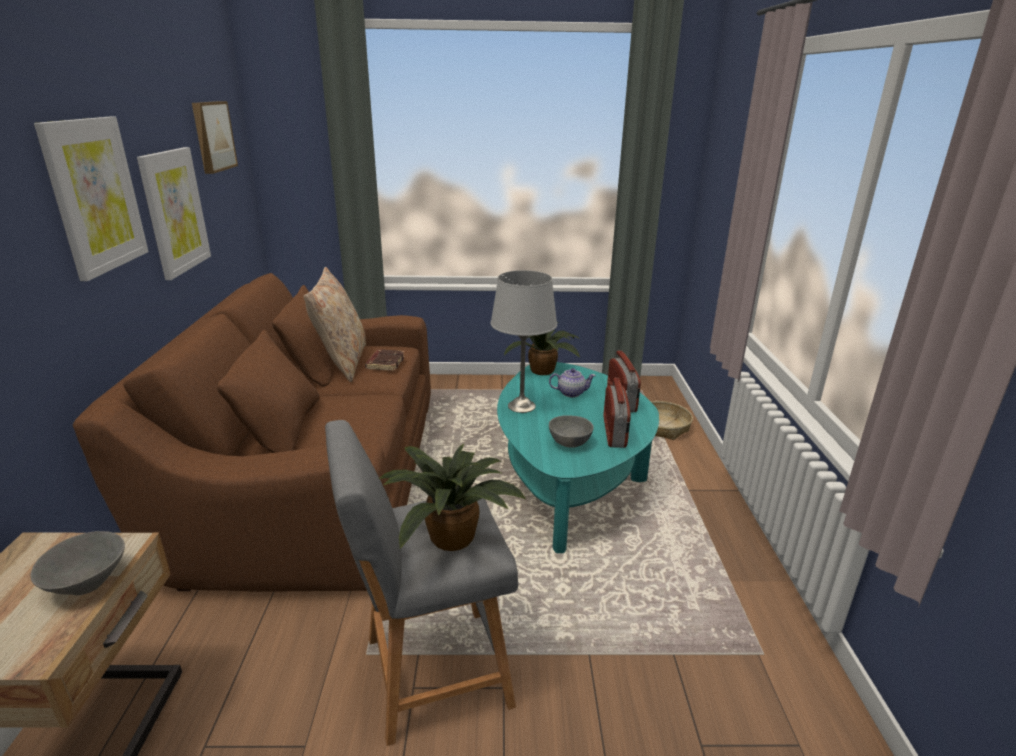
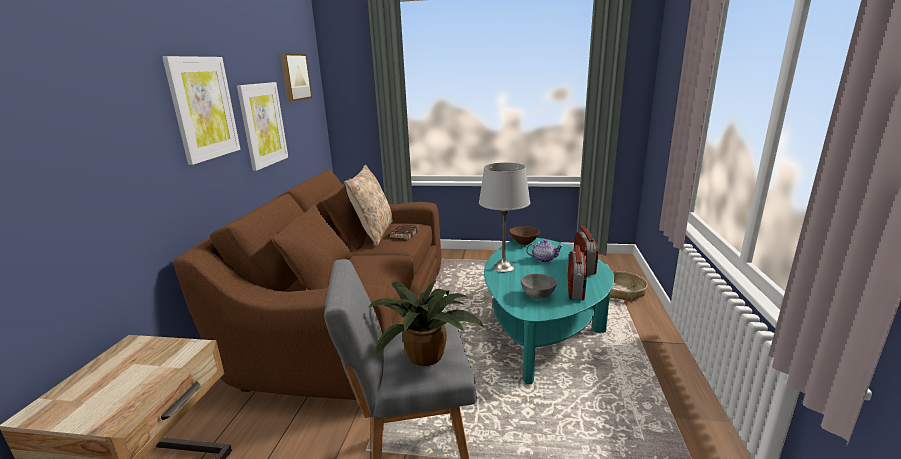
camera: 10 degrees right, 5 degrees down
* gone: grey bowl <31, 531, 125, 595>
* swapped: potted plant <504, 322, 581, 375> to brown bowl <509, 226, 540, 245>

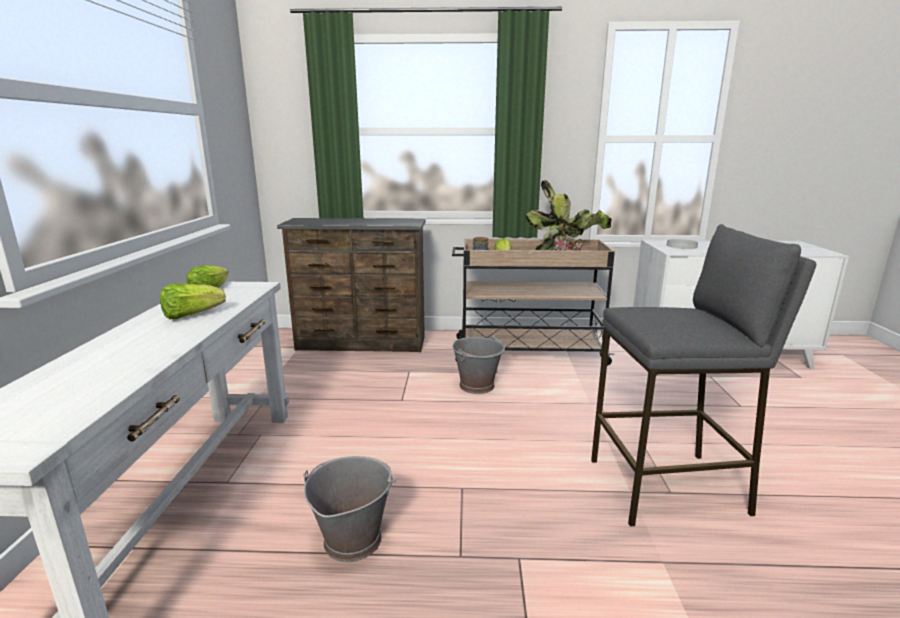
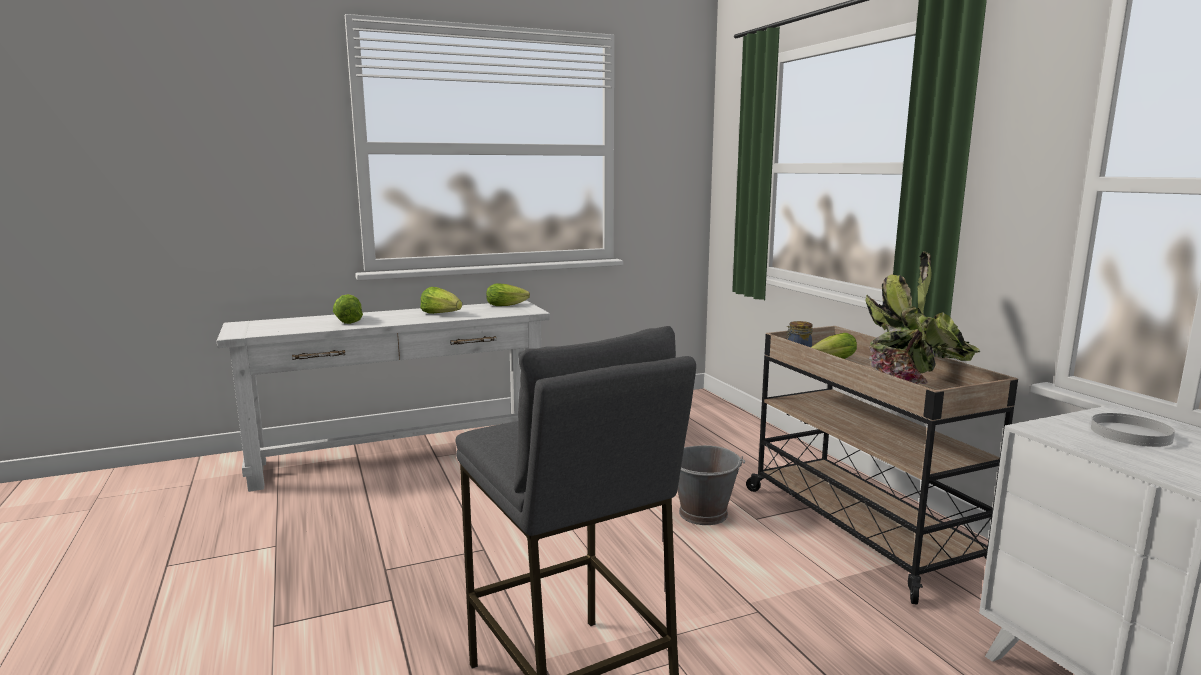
camera: 65 degrees right, 5 degrees down
* gone: brown dresser <277, 218, 425, 352>
* gone: grey bucket <303, 456, 396, 562>
* new: lettuce <333, 294, 363, 324>

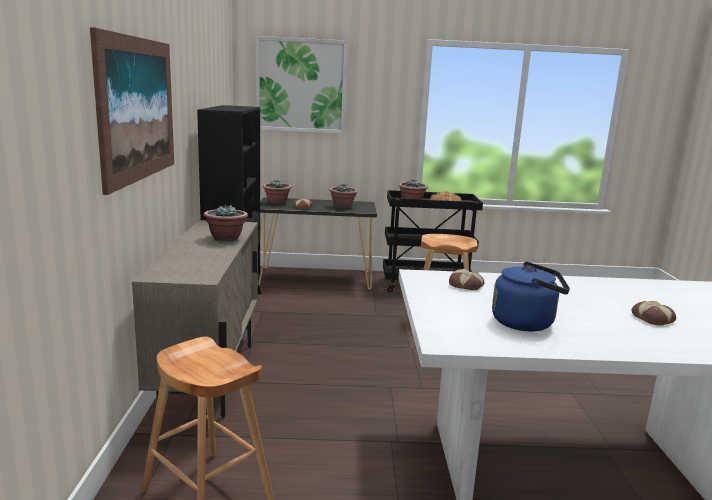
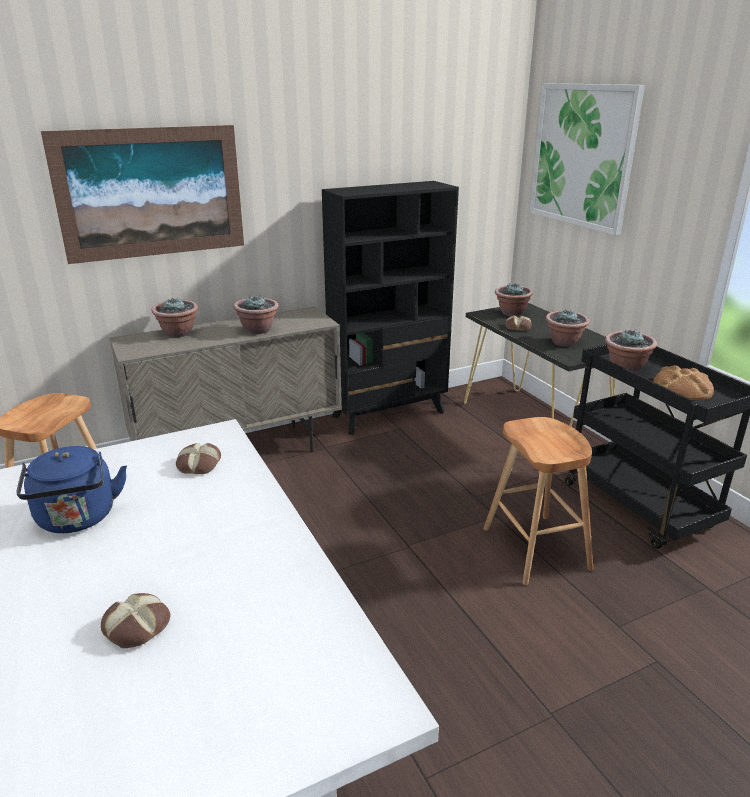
camera: 65 degrees right, 10 degrees up
* new: potted plant <151, 298, 198, 337>

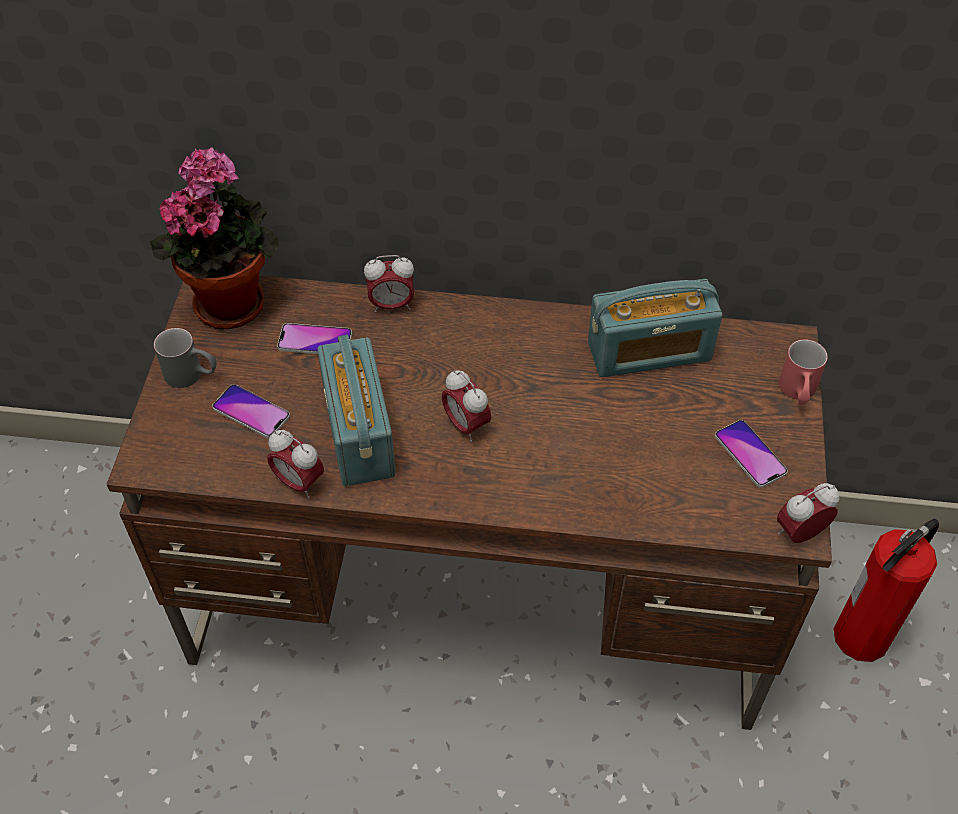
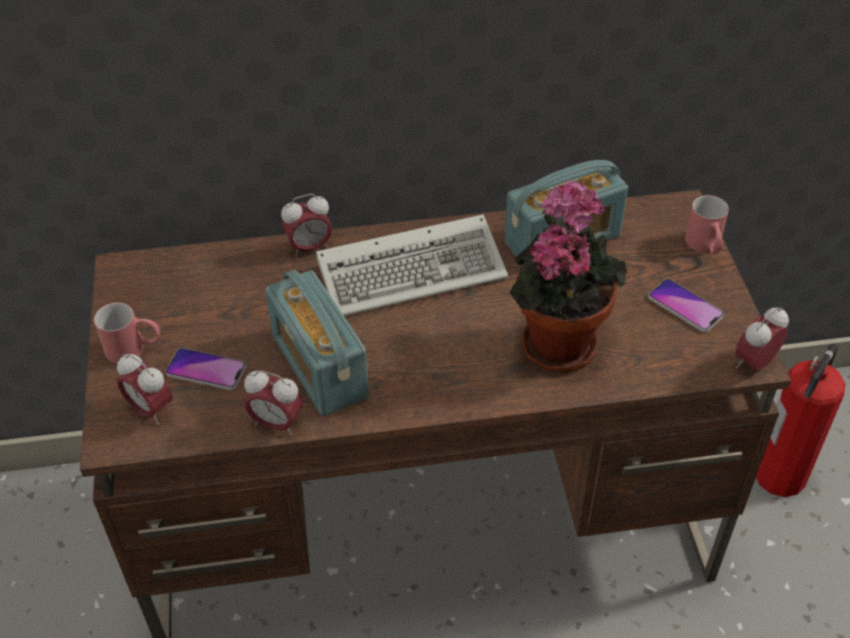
camera: 15 degrees left, 5 degrees down
* gone: phone <277, 323, 352, 354>
* new: keyboard <316, 214, 508, 316>
* shifted: potted plant <150, 147, 279, 329> to <510, 180, 627, 373>
* shifted: alarm clock <442, 370, 491, 442> to <117, 354, 173, 425>
* repainted: grey mug <154, 328, 217, 388> to red mug <94, 303, 160, 364>

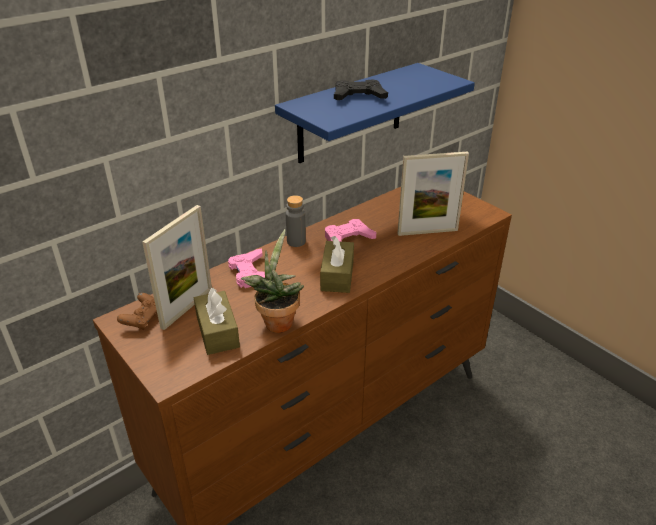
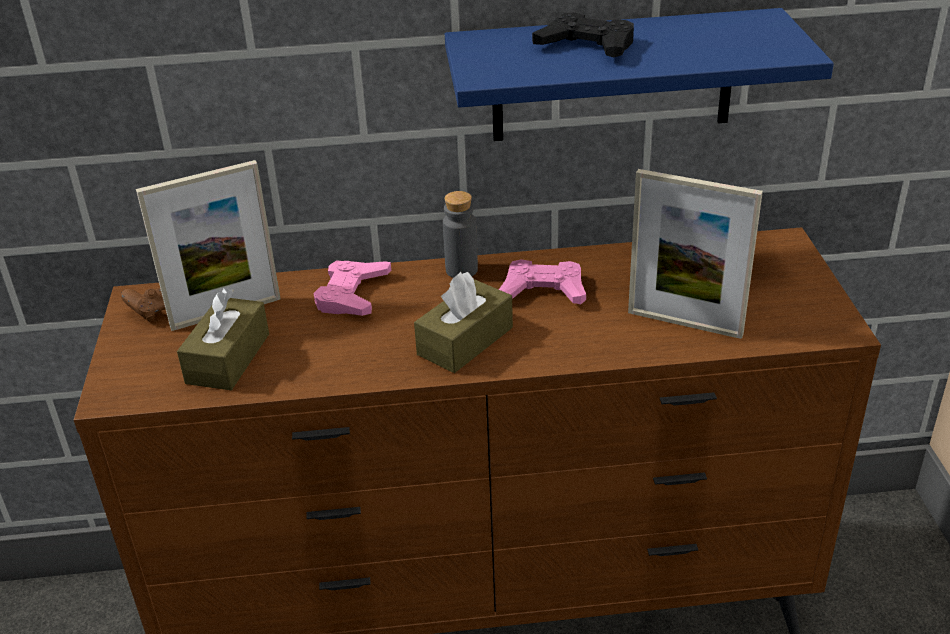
camera: 35 degrees right, 0 degrees up
* gone: potted plant <240, 229, 304, 333>

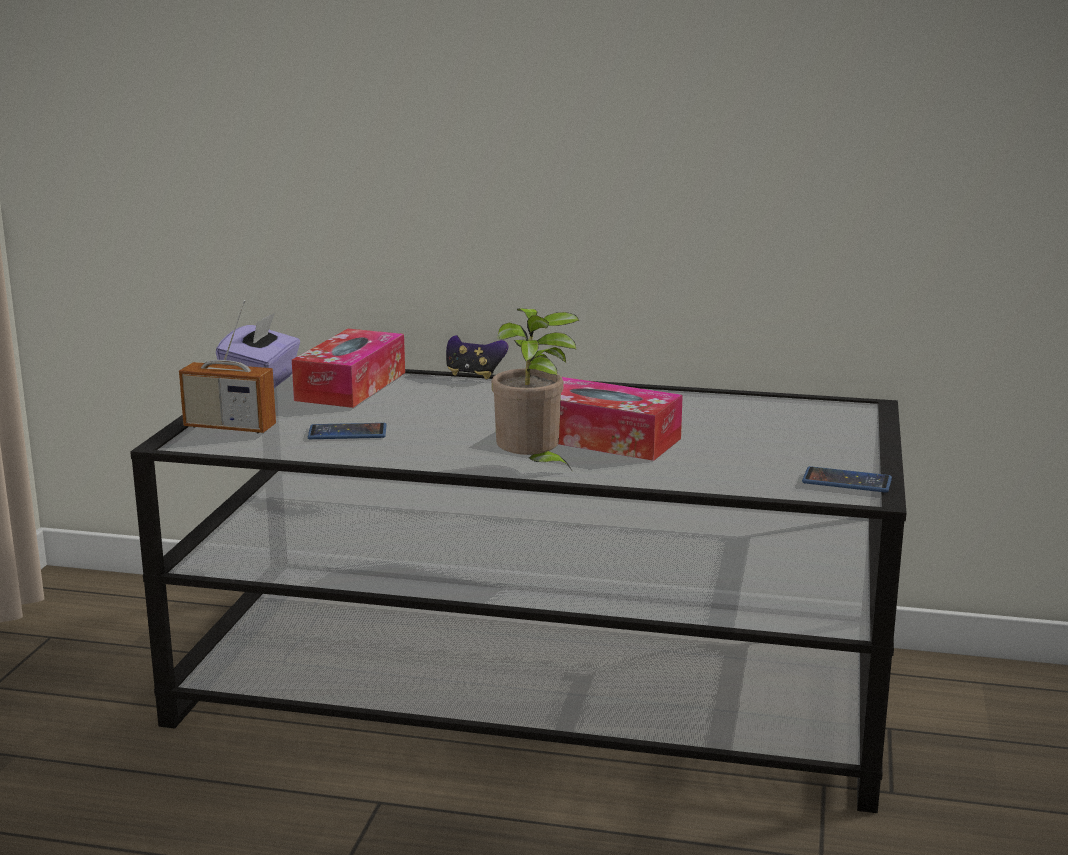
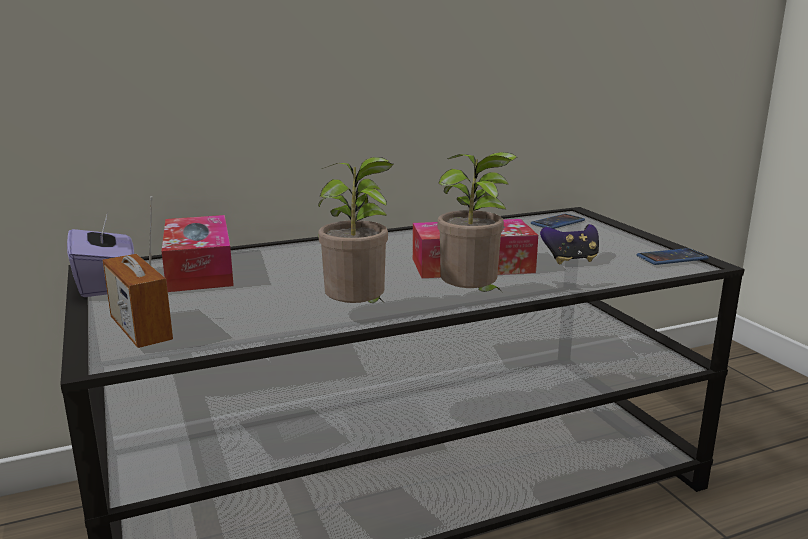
camera: 35 degrees left, 0 degrees up
* new: potted plant <318, 157, 394, 303>
* shifted: phone <308, 423, 387, 439> to <531, 214, 585, 229>
* shifted: game controller <446, 335, 508, 379> to <540, 224, 599, 264>
* rotated: radio <179, 300, 276, 433> = <103, 196, 173, 348> 75 degrees clockwise

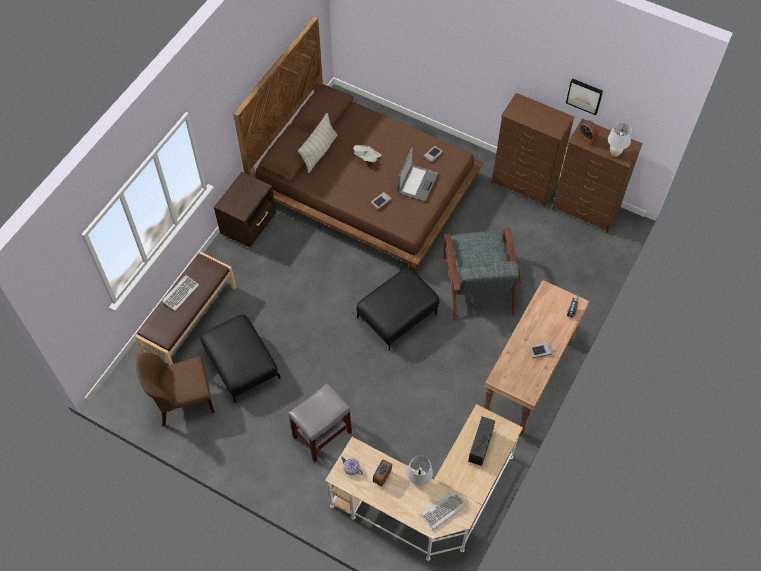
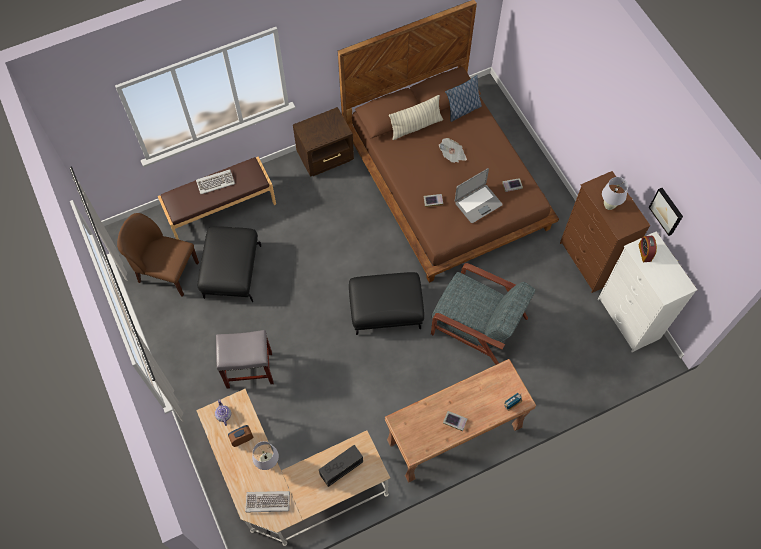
camera: 35 degrees right, 5 degrees up
* new: pillow <445, 75, 482, 122>
* shifted: white table lamp <608, 122, 632, 157> to <602, 177, 628, 210>
* repainted: brown dresser <552, 119, 643, 233> to white dresser <598, 231, 697, 352>
* rotated: grey armchair <443, 228, 522, 321> = <431, 263, 535, 365> 90 degrees counterclockwise

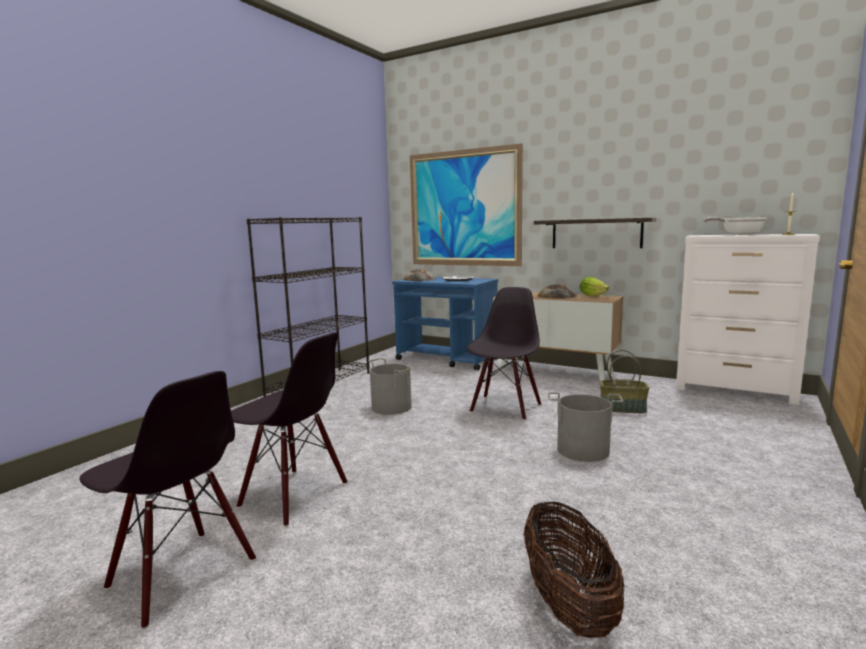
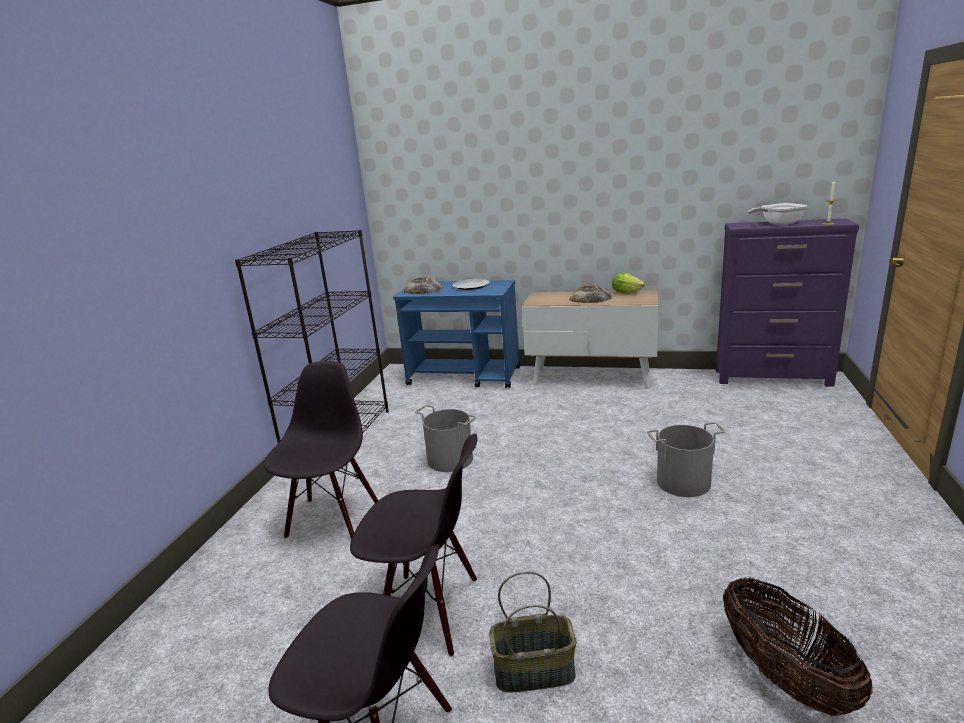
camera: 15 degrees left, 10 degrees up
* gone: picture <410, 143, 523, 266>
* gone: shelf <534, 217, 656, 248>
* shifted: black chair <467, 287, 541, 420> to <263, 361, 378, 539>
* shifted: basket <600, 350, 649, 413> to <489, 571, 576, 692>
* repainted: white dresser <676, 234, 820, 405> to purple dresser <716, 218, 859, 387>

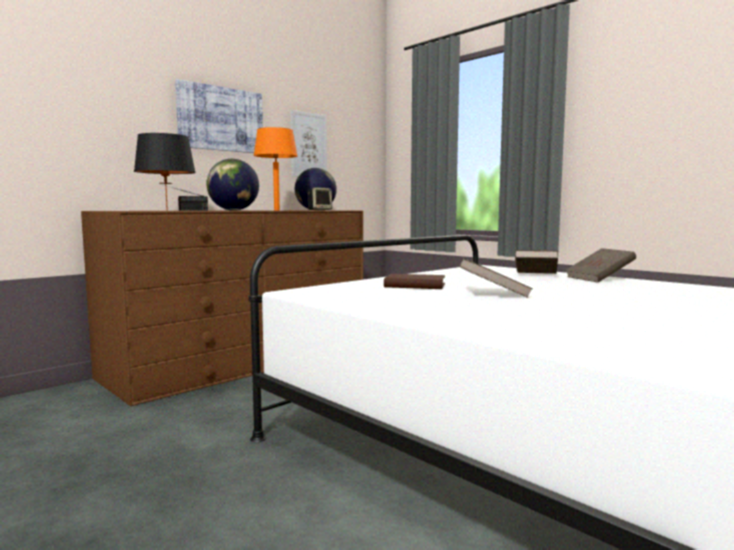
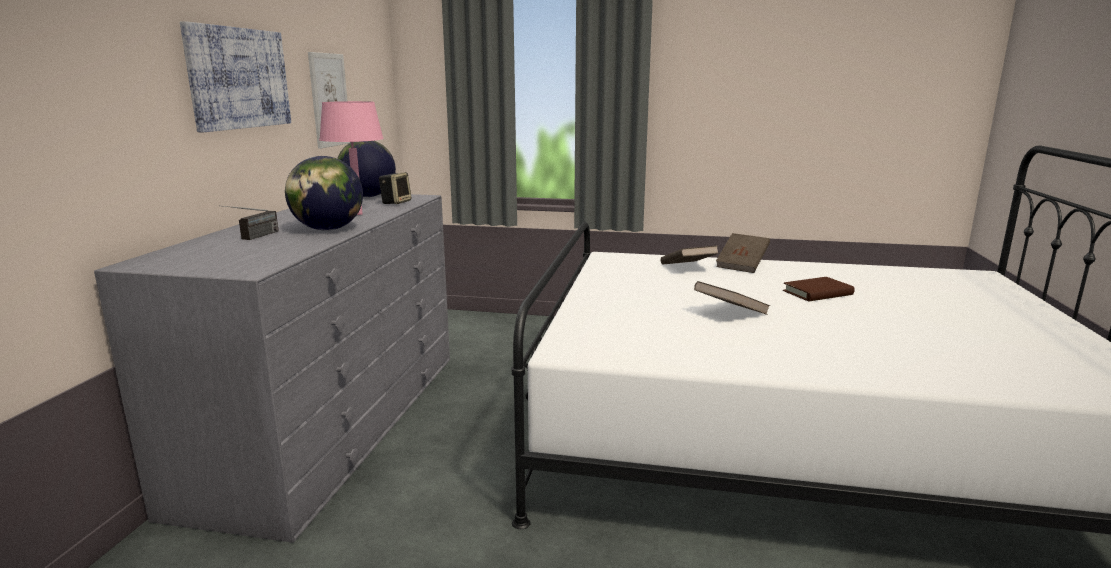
camera: 35 degrees left, 10 degrees up
* gone: black table lamp <134, 133, 196, 211>
* shifted: brown book <384, 274, 445, 289> to <783, 277, 855, 301>
* repainted: brown dresser <81, 210, 363, 406> to grey dresser <94, 194, 450, 543>
* repainted: orange table lamp <253, 127, 298, 210> to pink table lamp <319, 101, 384, 215>

